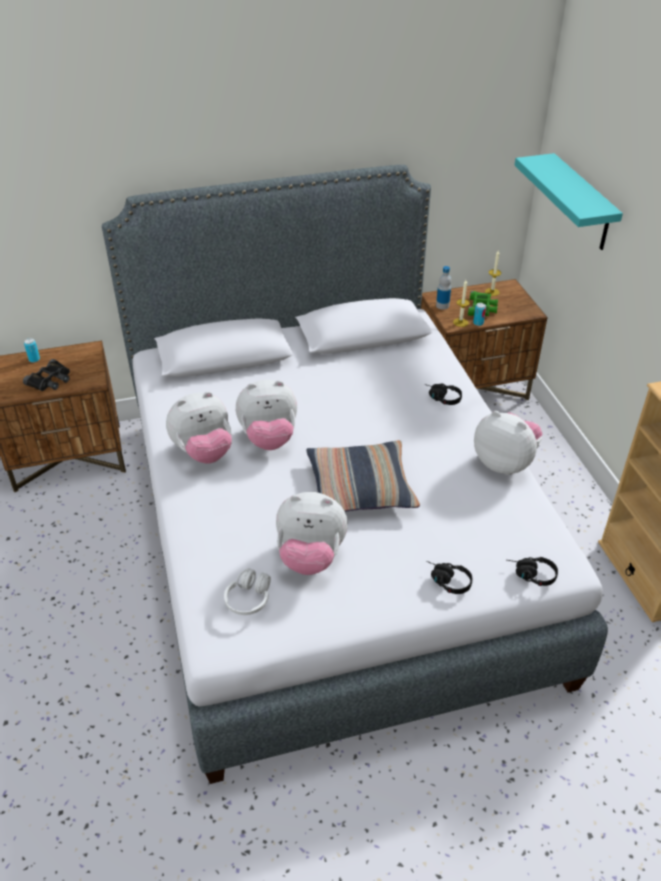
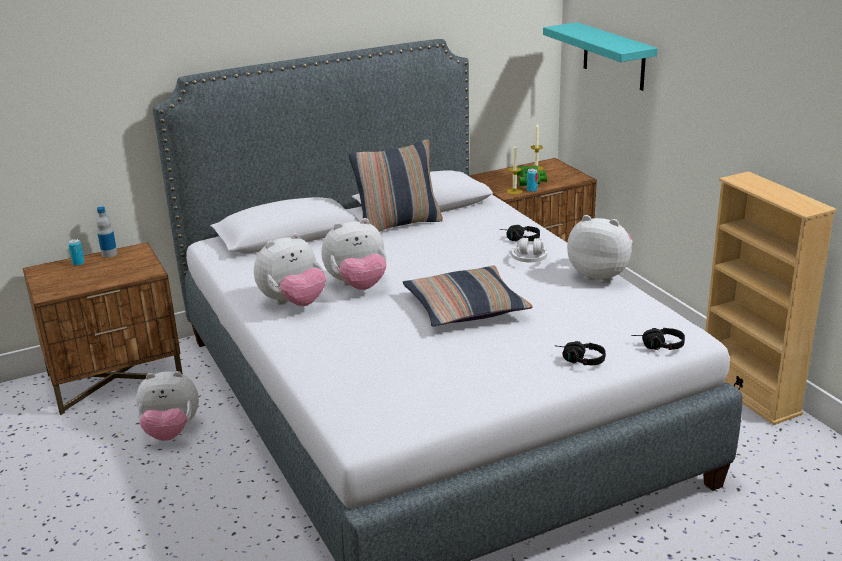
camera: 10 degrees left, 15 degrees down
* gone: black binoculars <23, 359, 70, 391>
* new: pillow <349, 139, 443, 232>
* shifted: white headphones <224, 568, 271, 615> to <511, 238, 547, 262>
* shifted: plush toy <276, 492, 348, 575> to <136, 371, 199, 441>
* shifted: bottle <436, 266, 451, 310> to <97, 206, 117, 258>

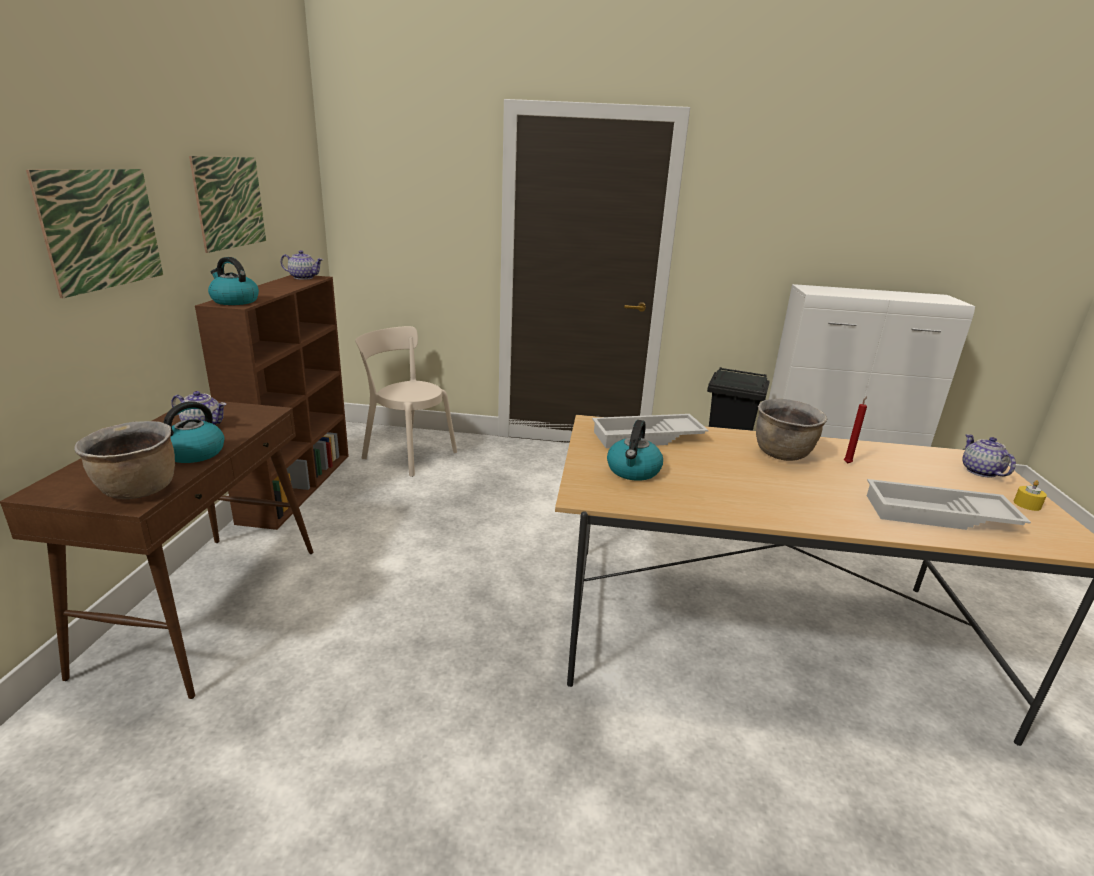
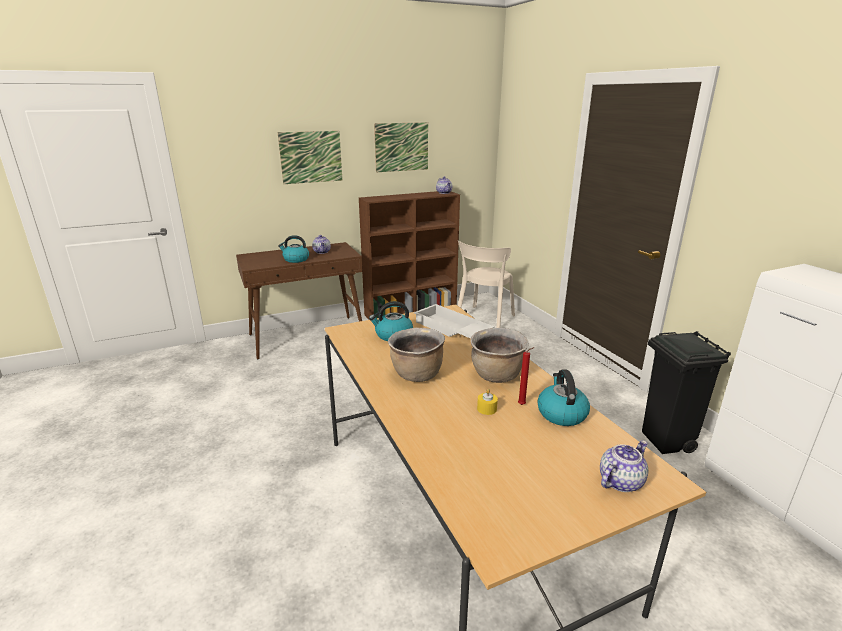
camera: 60 degrees right, 0 degrees up
* gone: white tray <867, 479, 1031, 530>
* shifted: brown cooking pot <74, 421, 175, 499> to <388, 328, 445, 382>
* shifted: kettle <208, 257, 259, 305> to <537, 370, 590, 426>
* shifted: yellow candle <1014, 480, 1047, 511> to <477, 389, 498, 415>
* rotated: beige chair <355, 326, 457, 477> = <458, 240, 515, 328> 150 degrees counterclockwise

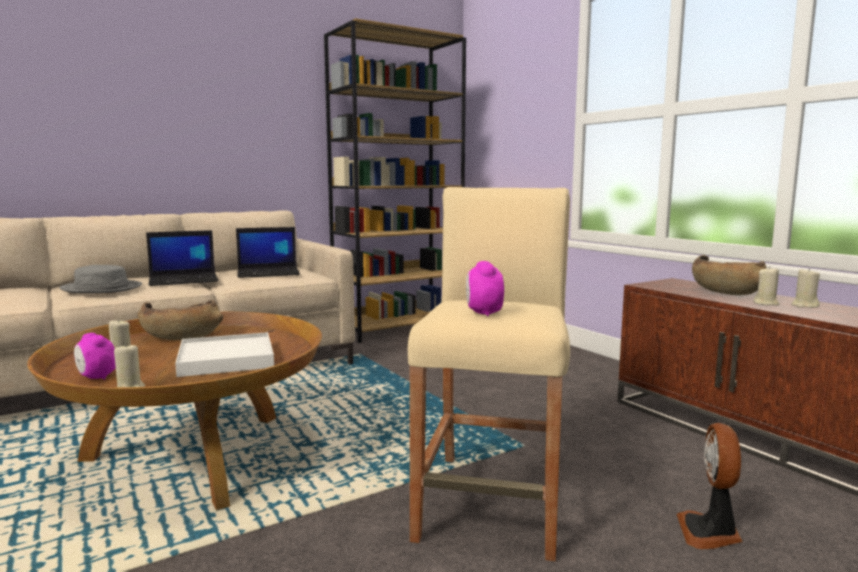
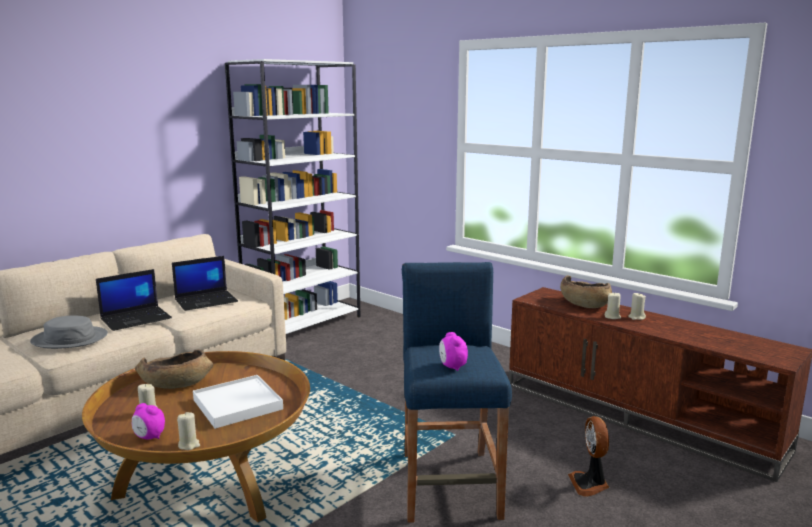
camera: 15 degrees left, 5 degrees up
* repainted: brown bookcase <324, 18, 466, 343> to white bookcase <225, 59, 360, 334>
* repainted: beige stool <408, 187, 570, 561> to blue stool <402, 262, 512, 523>

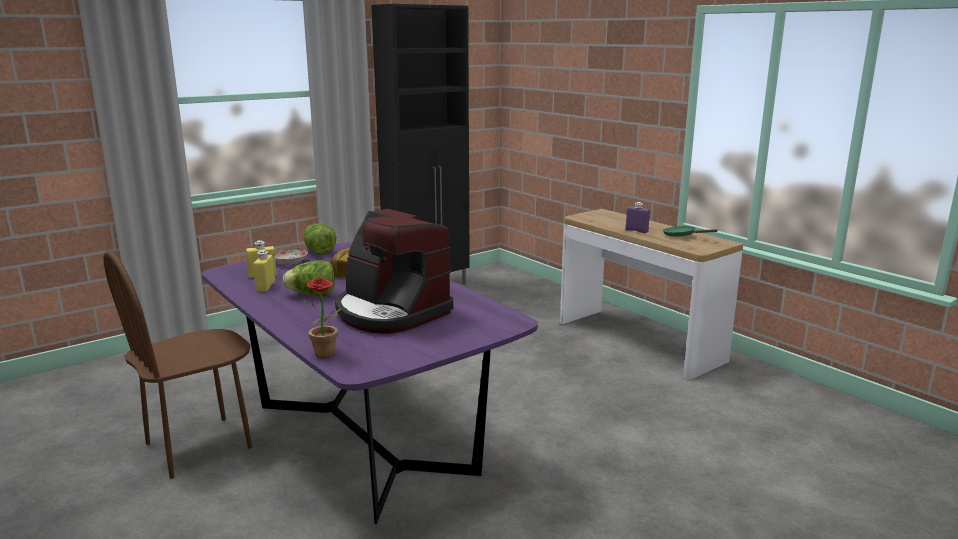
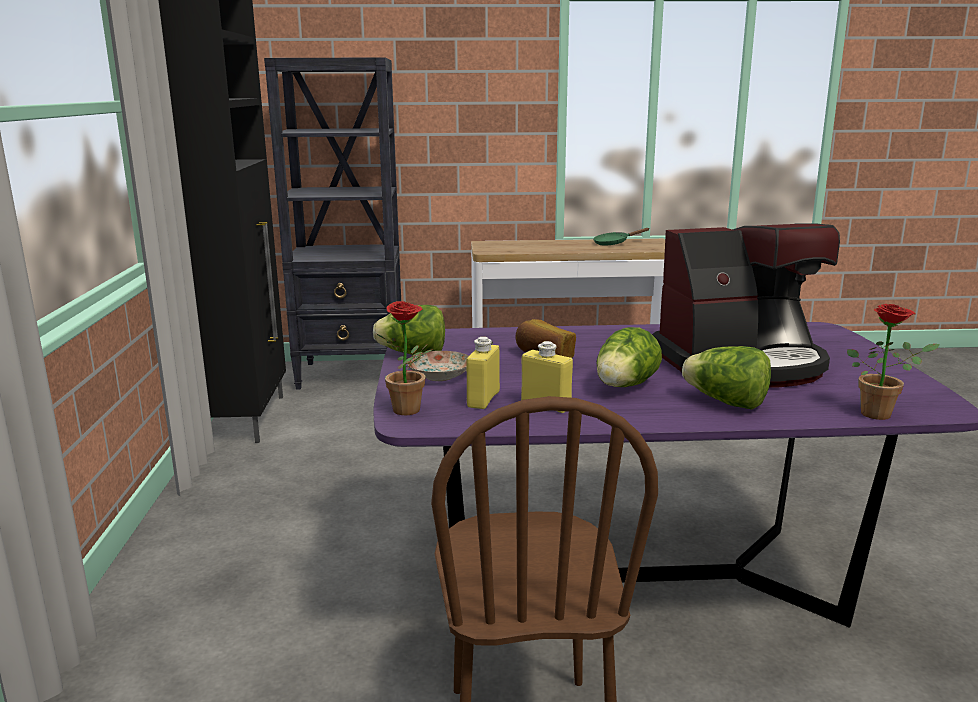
camera: 55 degrees left, 0 degrees up
* gone: purple bottle <625, 202, 650, 233>
* new: black bookcase <264, 57, 401, 390>
* new: potted plant <377, 301, 433, 415>
* new: lettuce <682, 346, 771, 410>

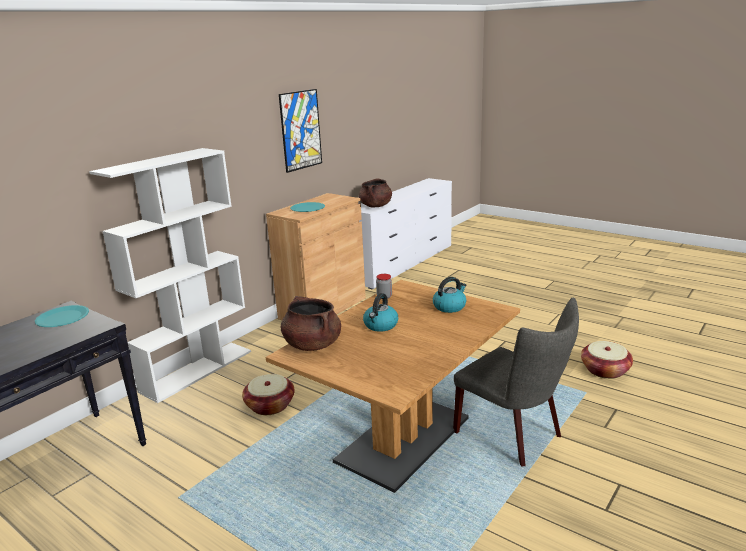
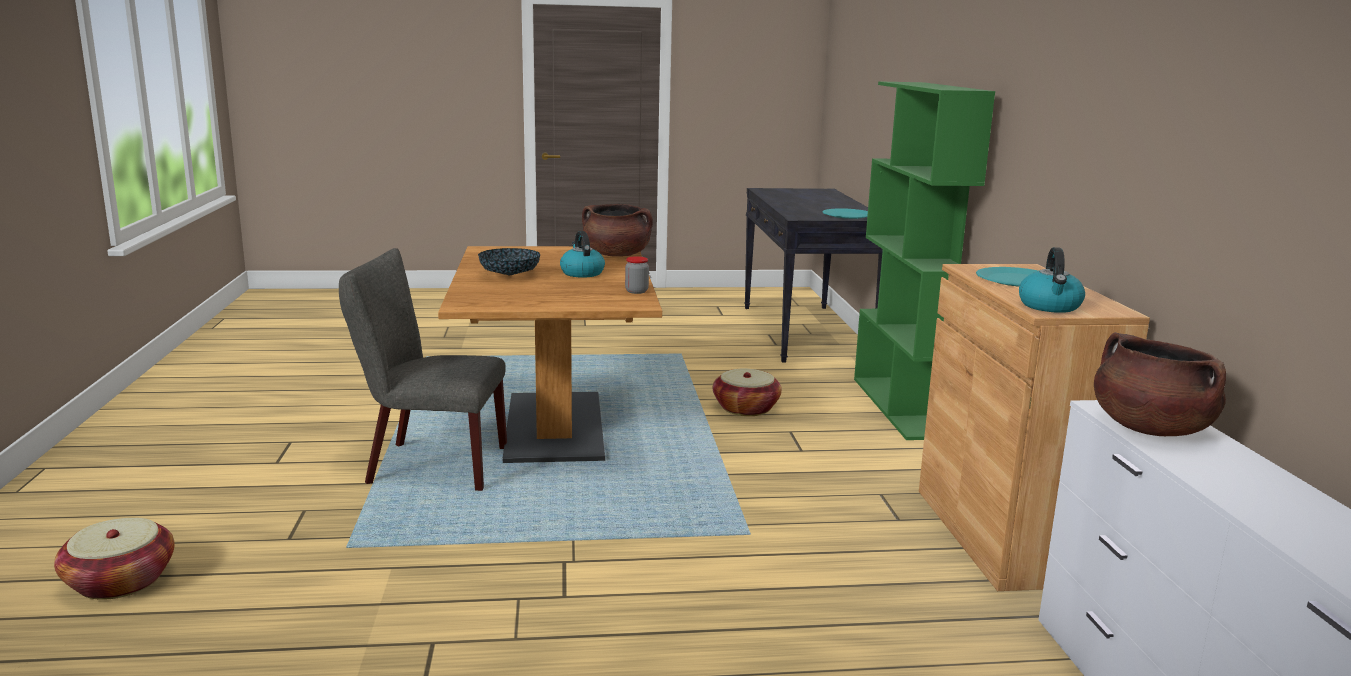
camera: 135 degrees right, 5 degrees down
* gone: picture <279, 89, 322, 173>
* new: bowl <478, 248, 540, 276>
* shifted: kettle <433, 277, 467, 313> to <1019, 247, 1085, 313>
* shifted: basket <581, 341, 633, 379> to <54, 518, 175, 600>
* repainted: white bookcase <89, 148, 251, 403> to green bookcase <854, 81, 995, 440>

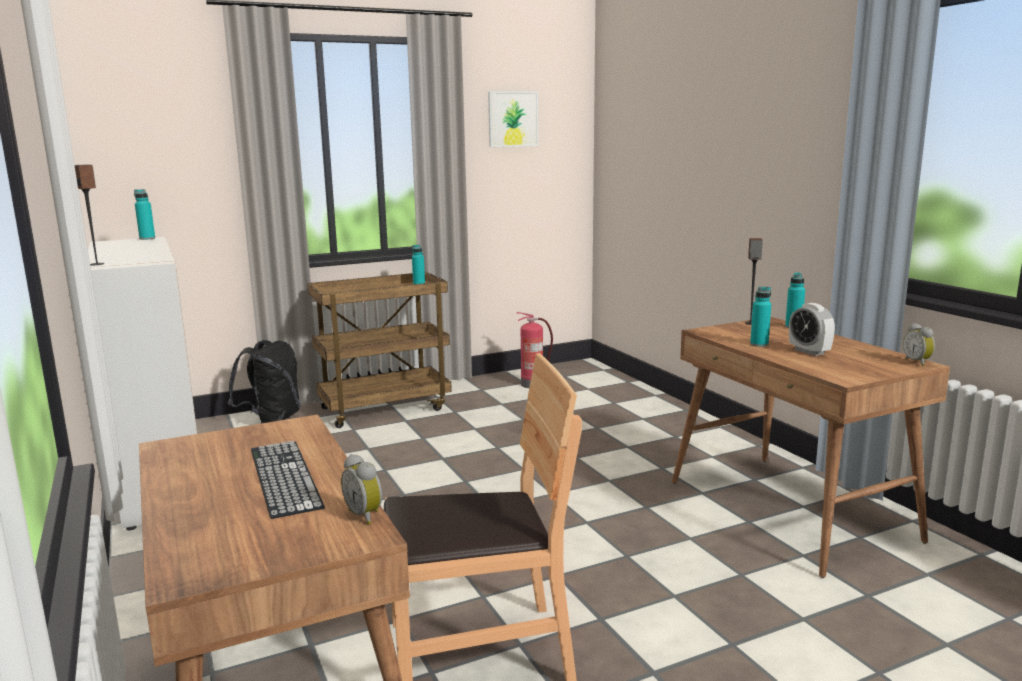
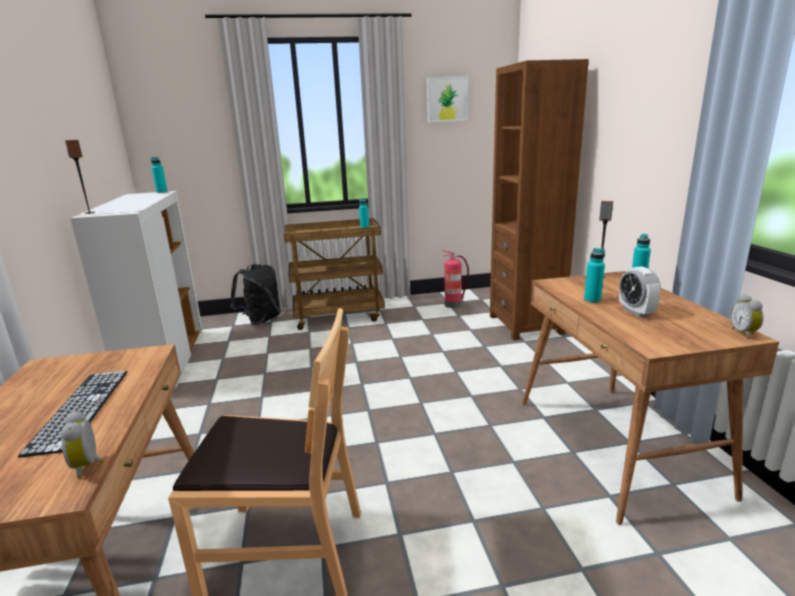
camera: 15 degrees right, 5 degrees up
* new: brown bookcase <490, 59, 589, 340>

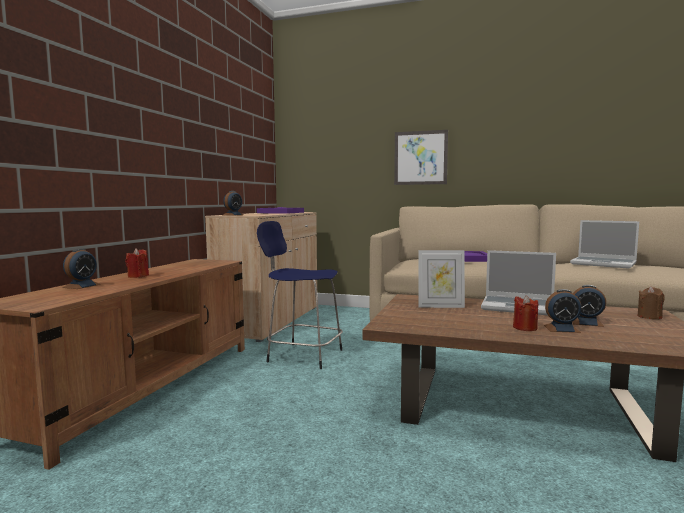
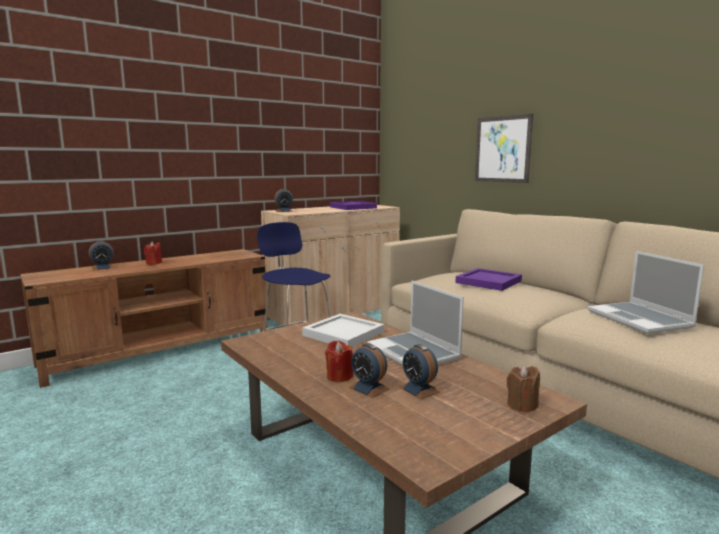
camera: 35 degrees right, 5 degrees up
* swapped: picture frame <418, 250, 465, 308> to white tray <302, 314, 384, 347>

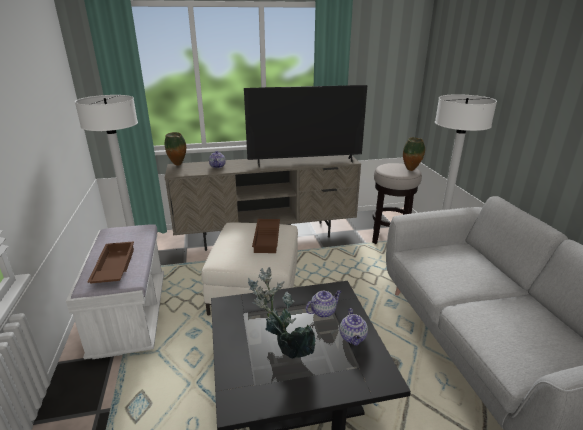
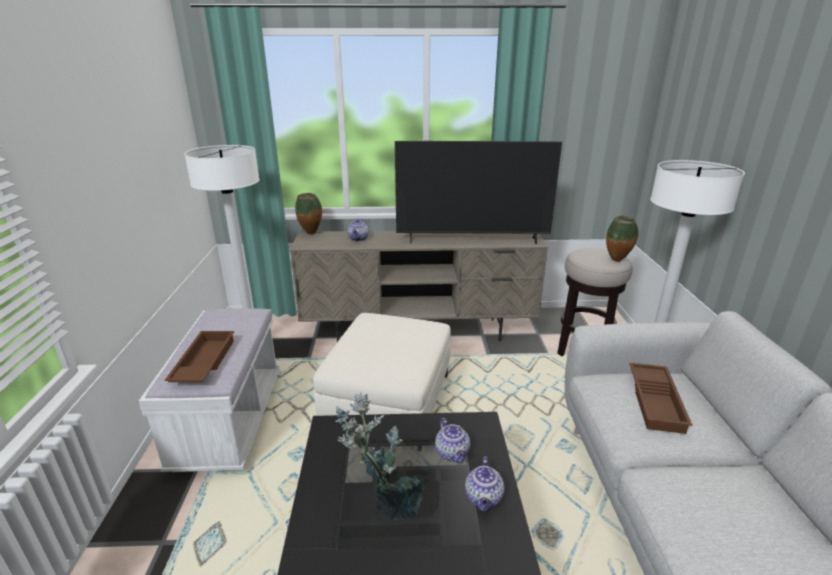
camera: 10 degrees right, 0 degrees up
* shifted: brown tray <252, 219, 280, 253> to <629, 363, 692, 434>
* rotated: teapot <305, 290, 342, 318> = <435, 418, 470, 463> 90 degrees clockwise

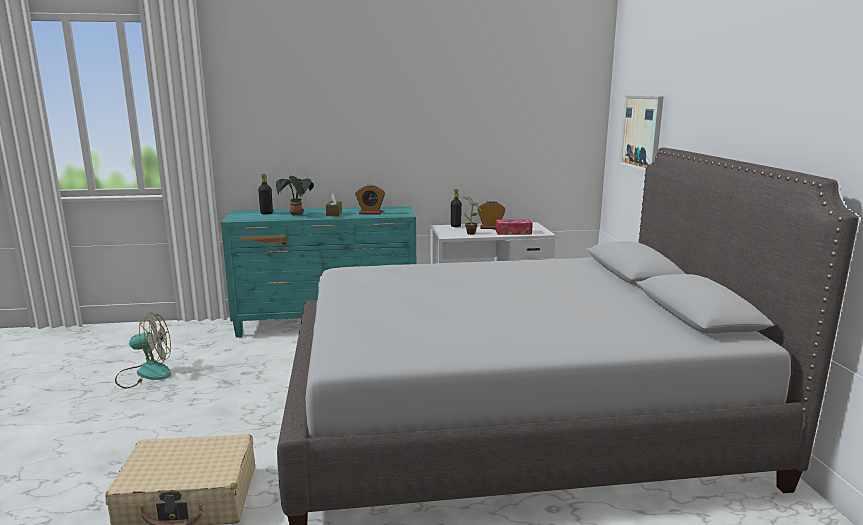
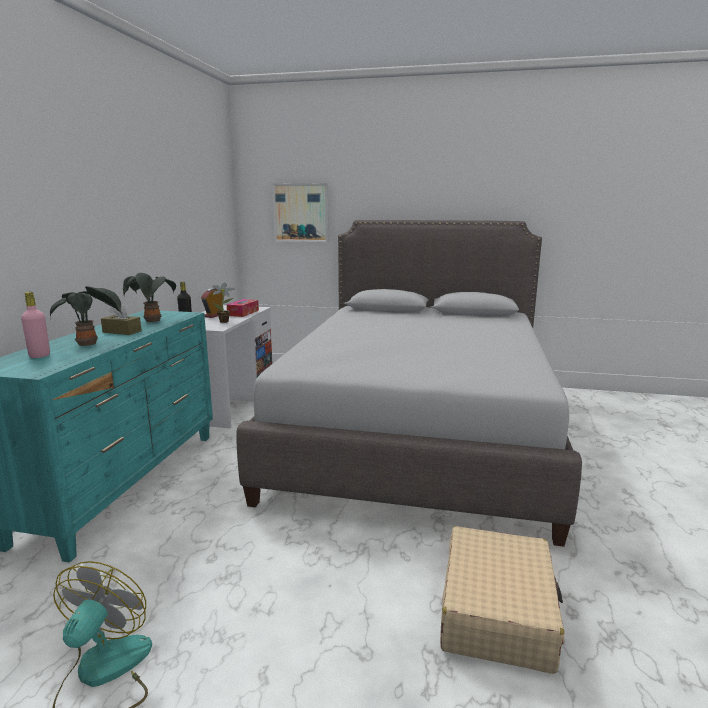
camera: 70 degrees left, 0 degrees up
* swapped: alarm clock <355, 185, 385, 215> to potted plant <123, 273, 176, 322>
* repainted: black bottle <258, 174, 273, 214> to pink bottle <21, 292, 50, 358>

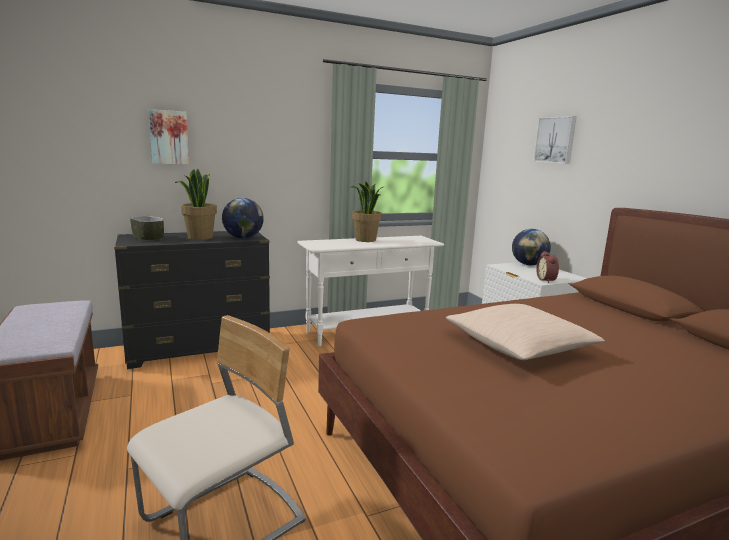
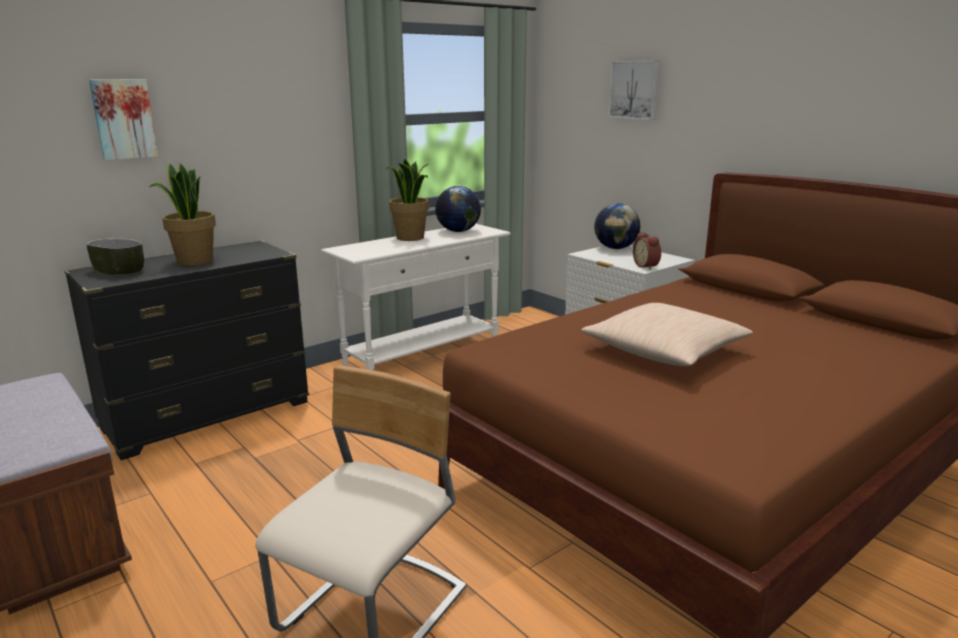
camera: 15 degrees left, 5 degrees up
* shifted: globe <222, 198, 264, 239> to <435, 186, 481, 232>

